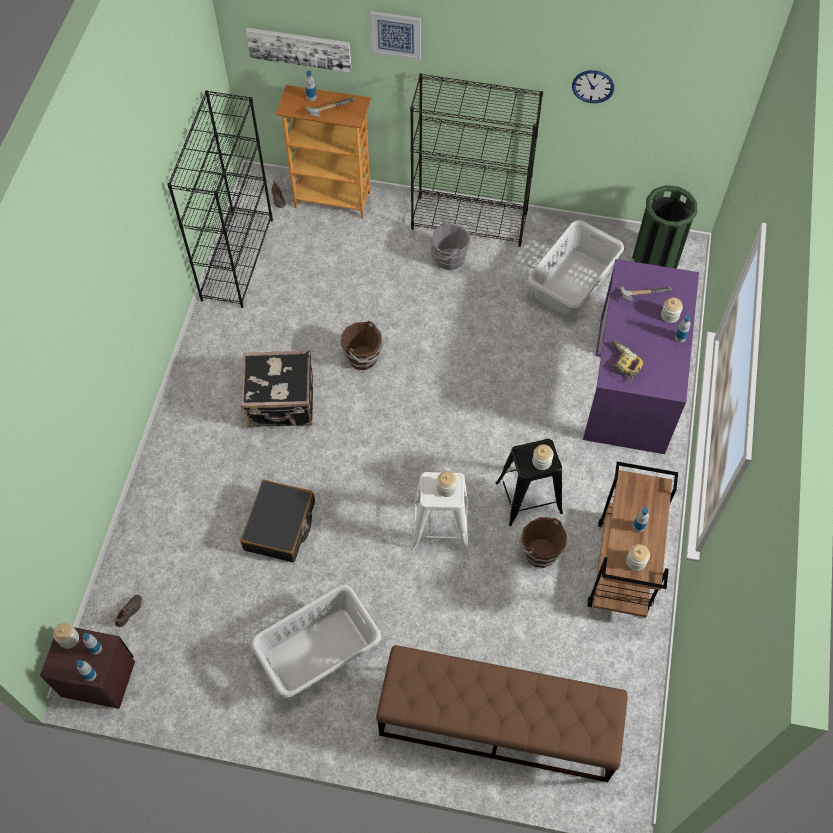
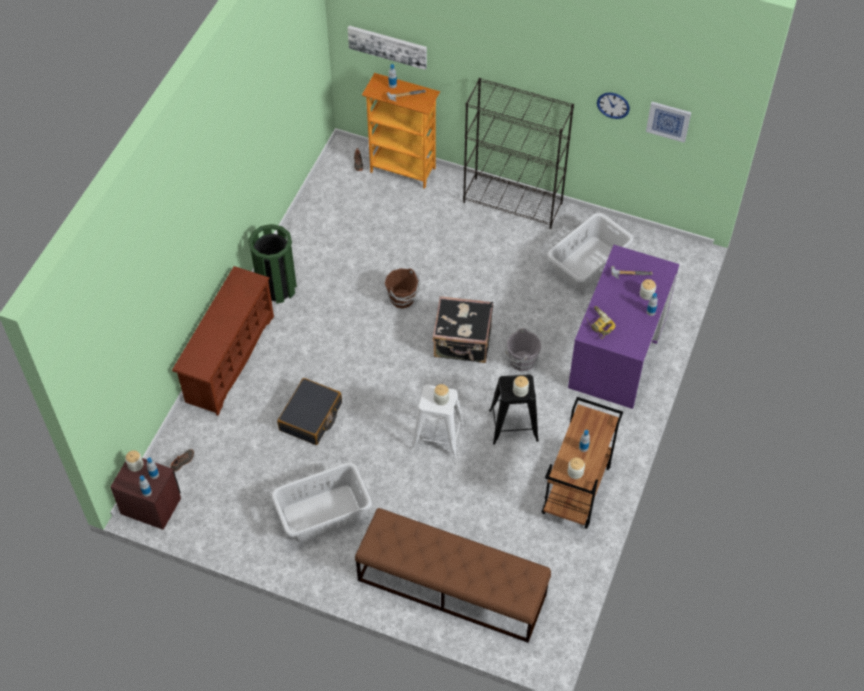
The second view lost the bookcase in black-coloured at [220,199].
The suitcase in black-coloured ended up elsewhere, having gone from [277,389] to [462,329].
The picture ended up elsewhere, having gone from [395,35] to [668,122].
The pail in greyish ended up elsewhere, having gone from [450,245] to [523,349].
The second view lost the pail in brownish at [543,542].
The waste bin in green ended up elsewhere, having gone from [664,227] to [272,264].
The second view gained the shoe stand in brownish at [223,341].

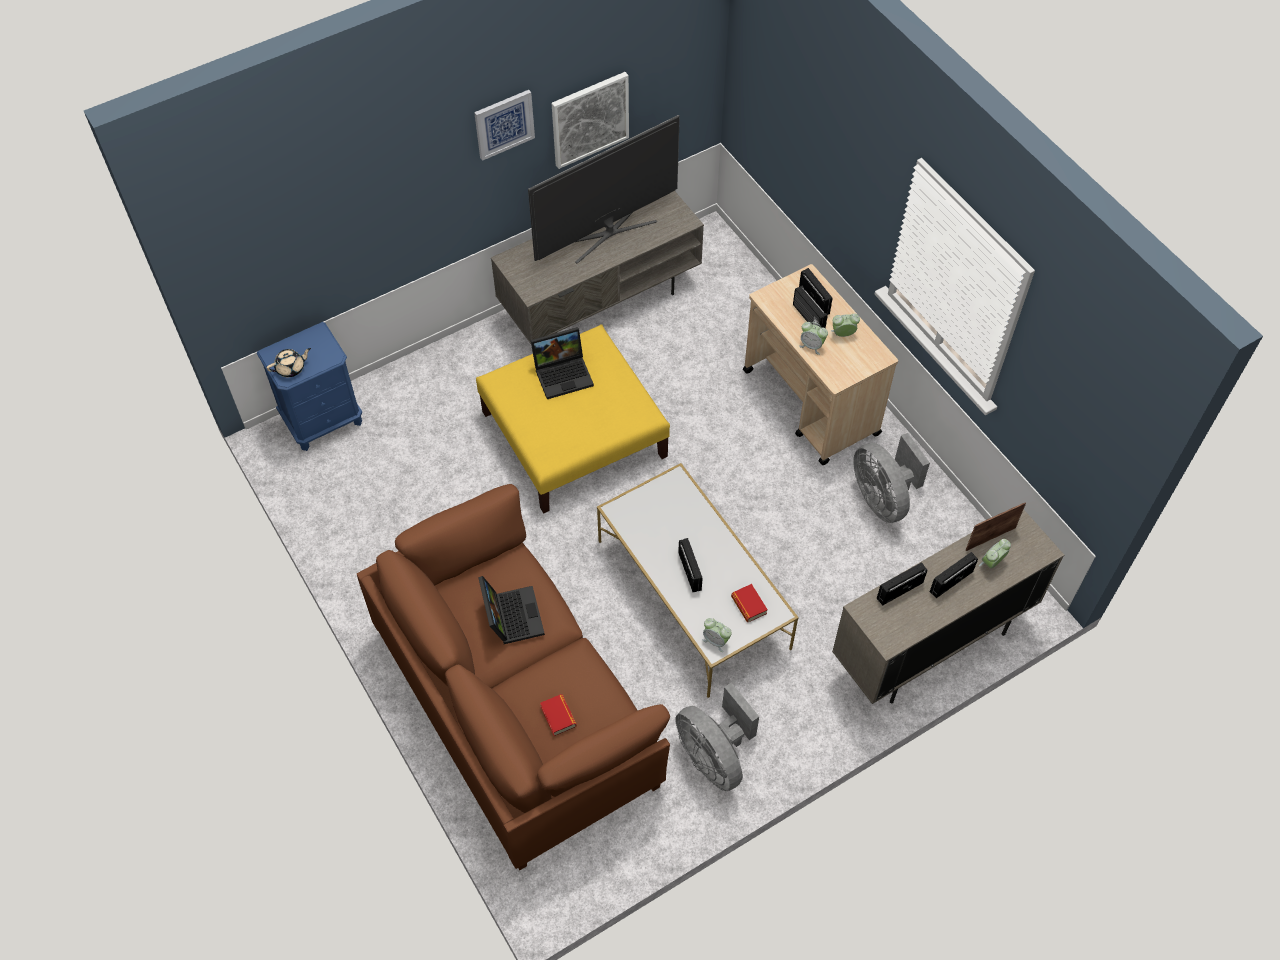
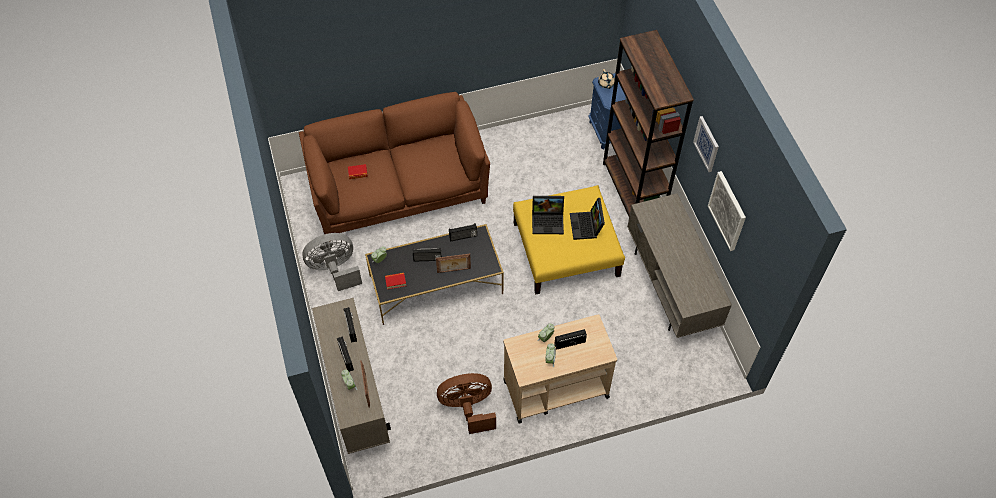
The laptop ended up elsewhere, having gone from [511,610] to [548,215].
The second view lost the TV at [604,189].
What was the coffee table in whitish at [698,580] turned into the coffee table in black-coloured at [434,274].
The radio ended up elsewhere, having gone from [815,291] to [463,232].
What was the cooling fan in greyish at [891,478] turned into the cooling fan in brownish at [466,403].
The second view gained the standing frame at [453,263].
The second view gained the bookcase in brownish at [648,123].

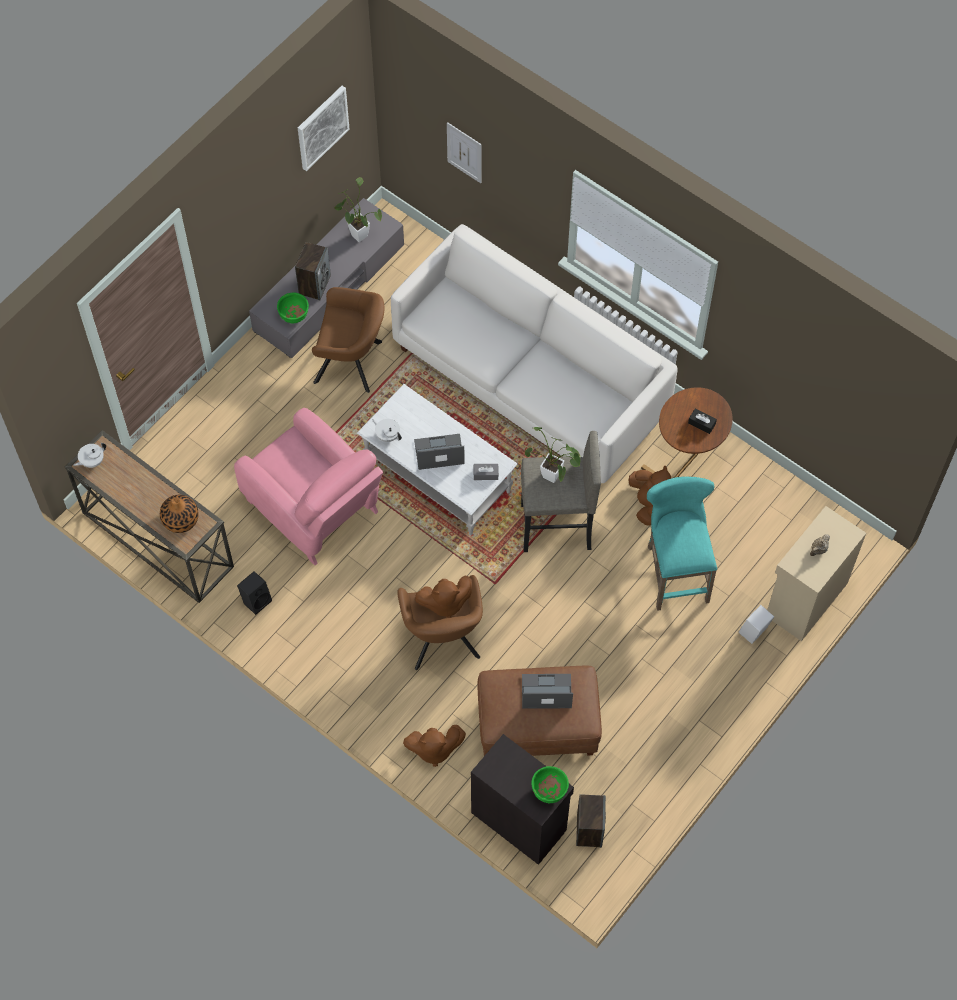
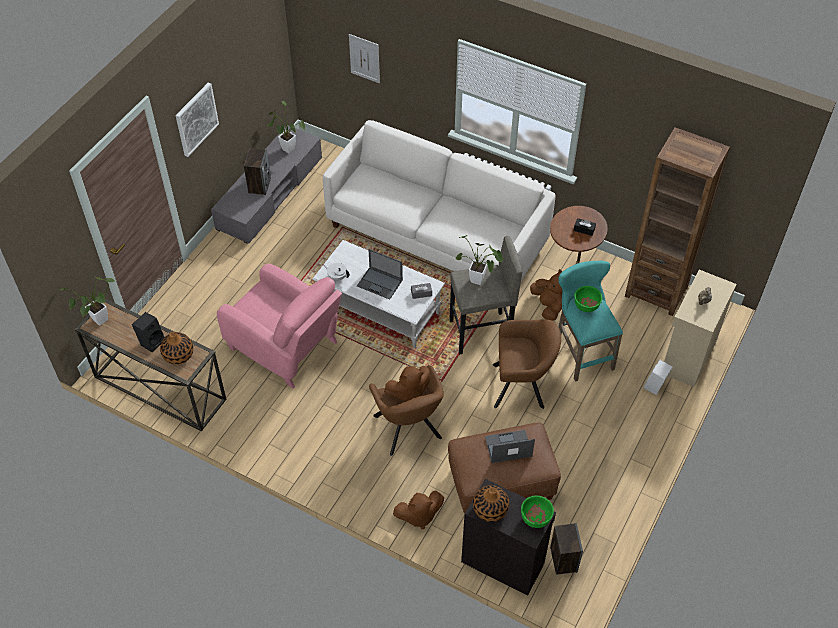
Where the tea pot in whitish stood at [89,455], the plant in a pot came to stand at [86,301].
The speaker in black-coloured ended up elsewhere, having gone from [254,593] to [148,332].
The bowl in green ended up elsewhere, having gone from [293,308] to [588,299].
The picture ended up elsewhere, having gone from [324,128] to [197,119].
The easy chair in brownish ended up elsewhere, having gone from [348,340] to [527,364].
The laptop at [439,452] ended up facing another way, 135 degrees counterclockwise from before.
The second view gained the flower vase at [491,503].
The second view gained the bookcase in brownish at [677,222].

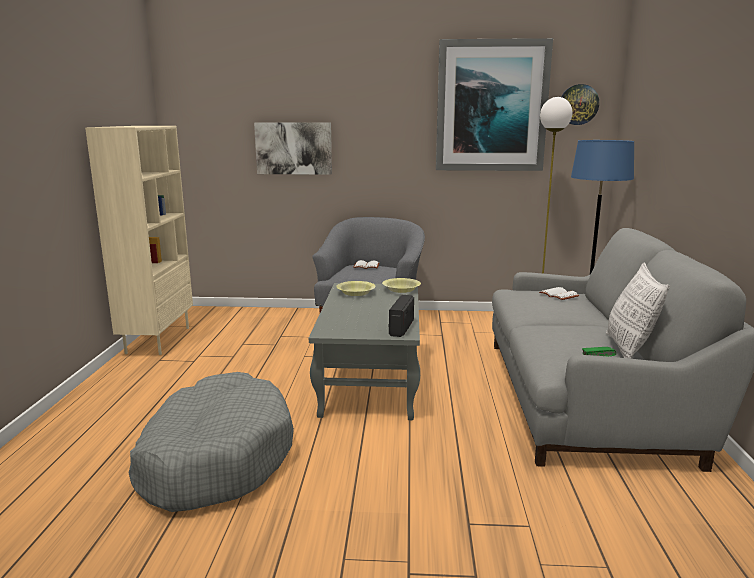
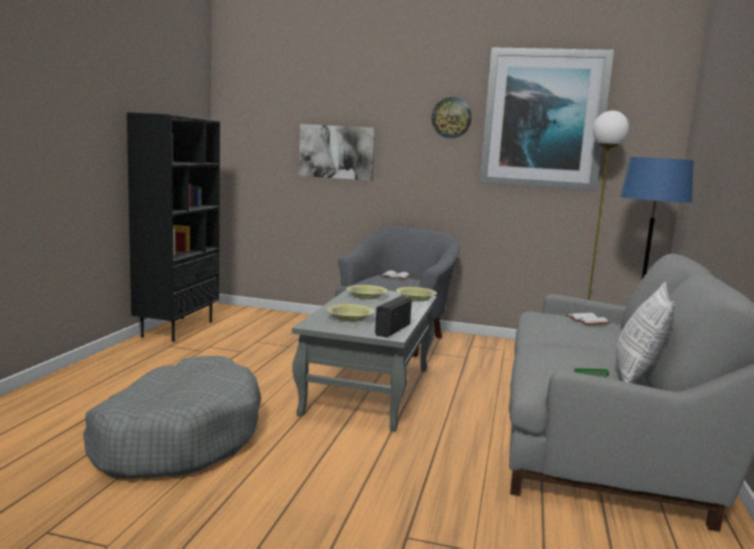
What was the bookcase in sand-coloured at [139,240] turned into the bookcase in black-coloured at [173,227].
The hanging clock ended up elsewhere, having gone from [580,104] to [452,117].
The second view gained the bowl in yellowish at [350,313].

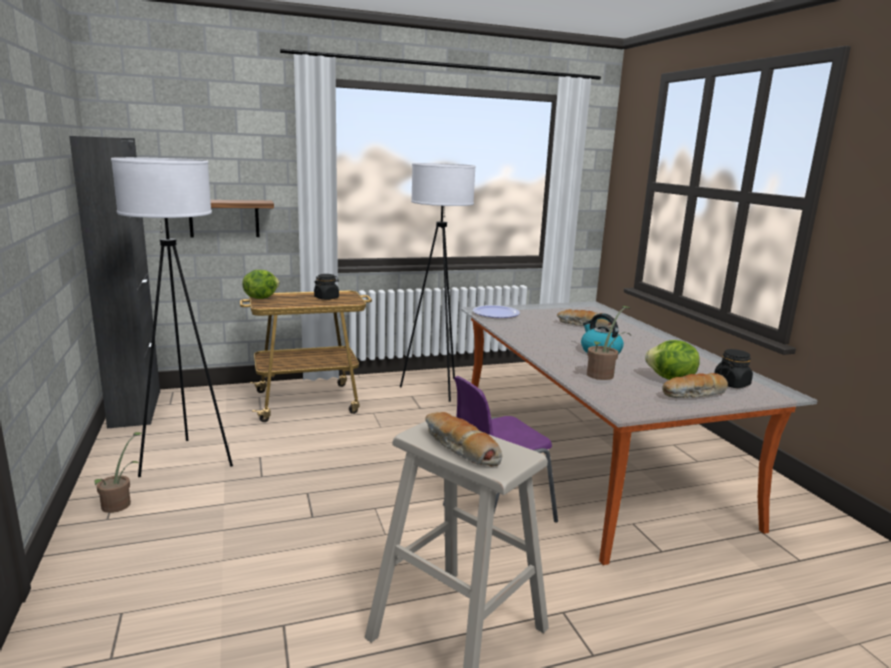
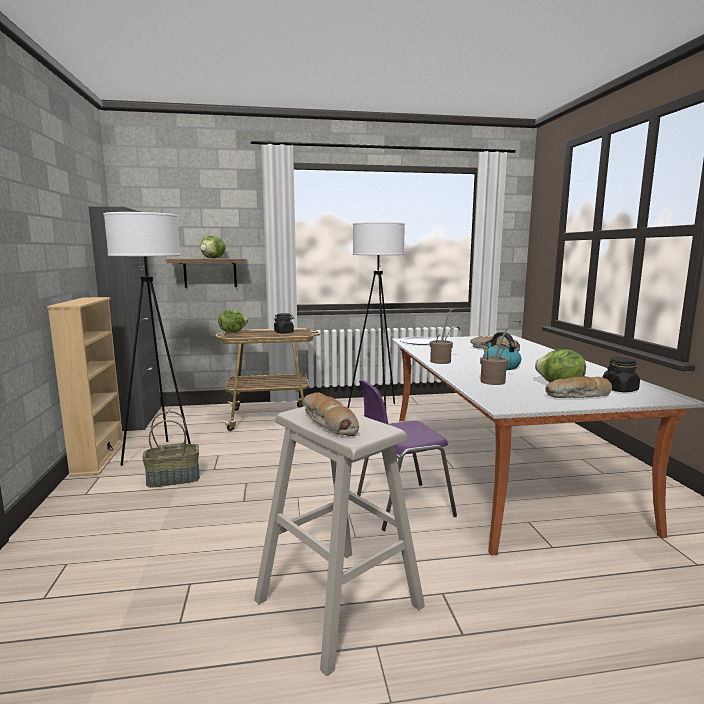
The plant in a pot ended up elsewhere, having gone from [119,472] to [445,336].
The second view gained the bookcase in sand-coloured at [85,387].
The second view gained the storage basket at [171,449].
The second view gained the lettuce at [213,247].

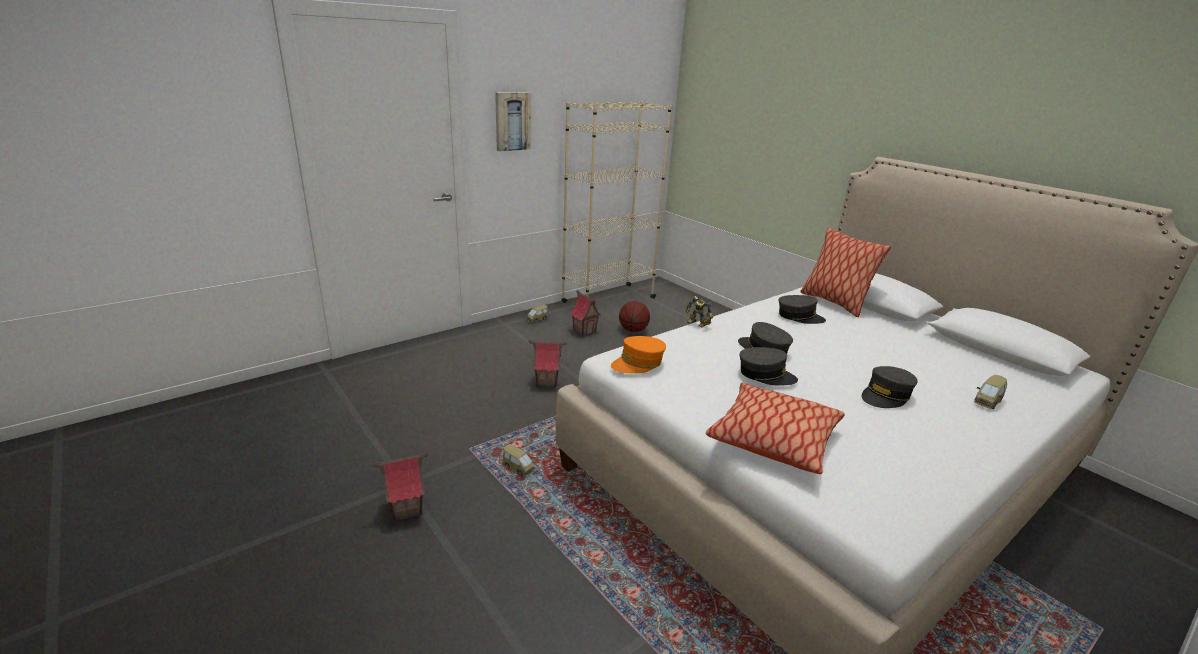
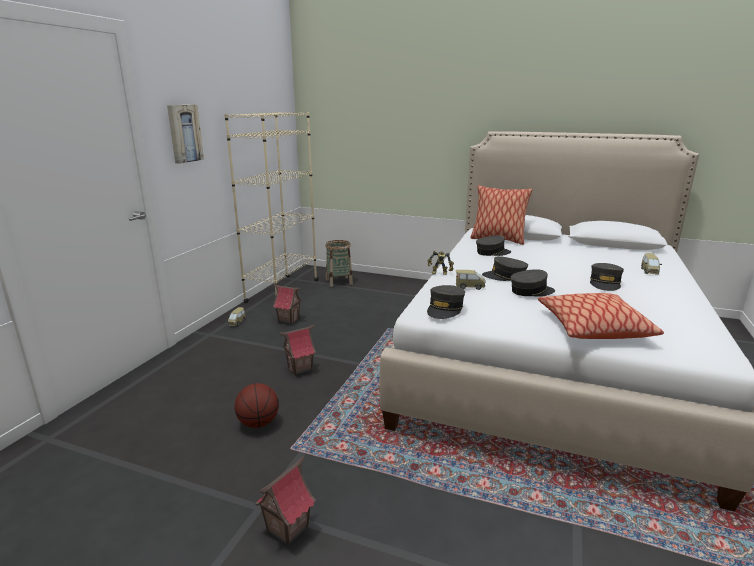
The model car ended up elsewhere, having gone from [518,460] to [470,280].
What was the peaked cap in orange-coloured at [638,354] turned into the peaked cap in greyish at [446,302].
The basketball ended up elsewhere, having gone from [634,316] to [256,405].
The second view gained the storage basket at [339,263].

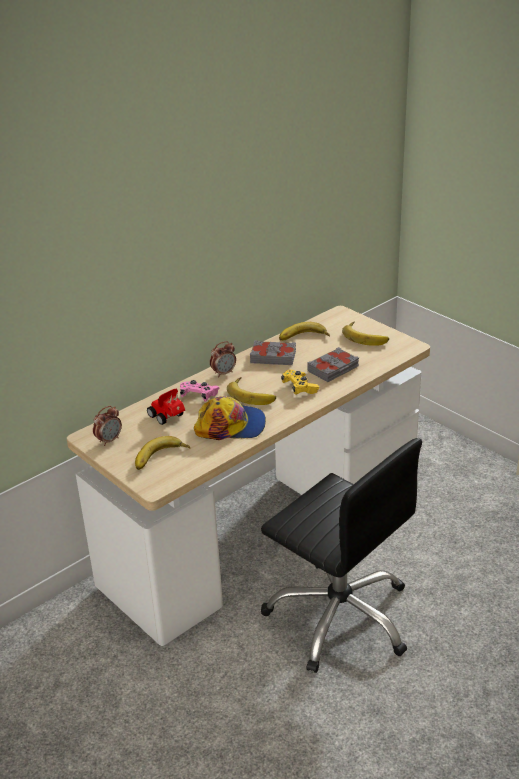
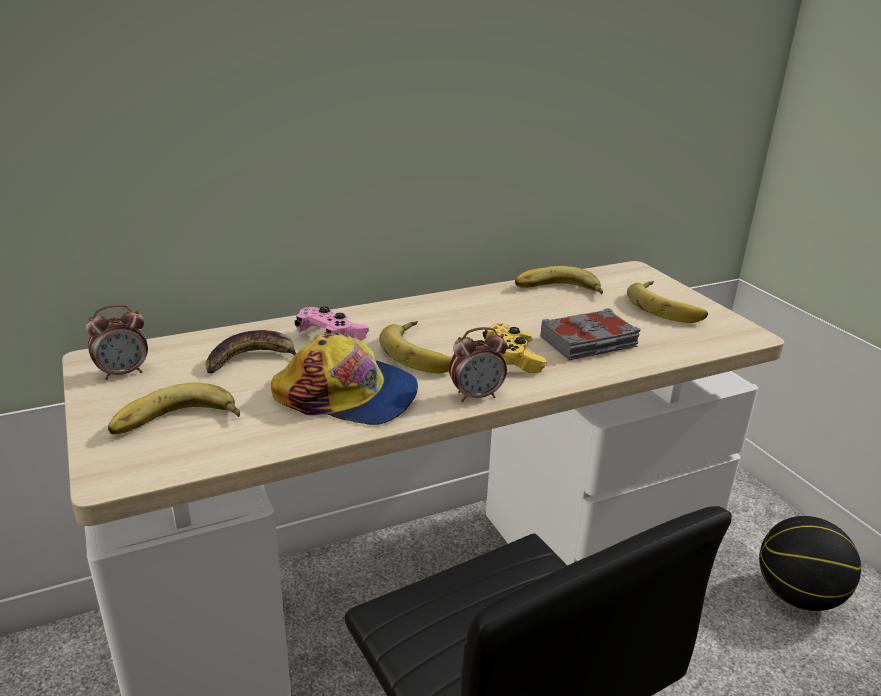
Where the model car stood at [166,407], the banana fruit came to stand at [251,352].
The alarm clock ended up elsewhere, having gone from [223,359] to [478,364].
The second view lost the volume in greyish at [273,352].
The second view gained the basketball at [810,563].

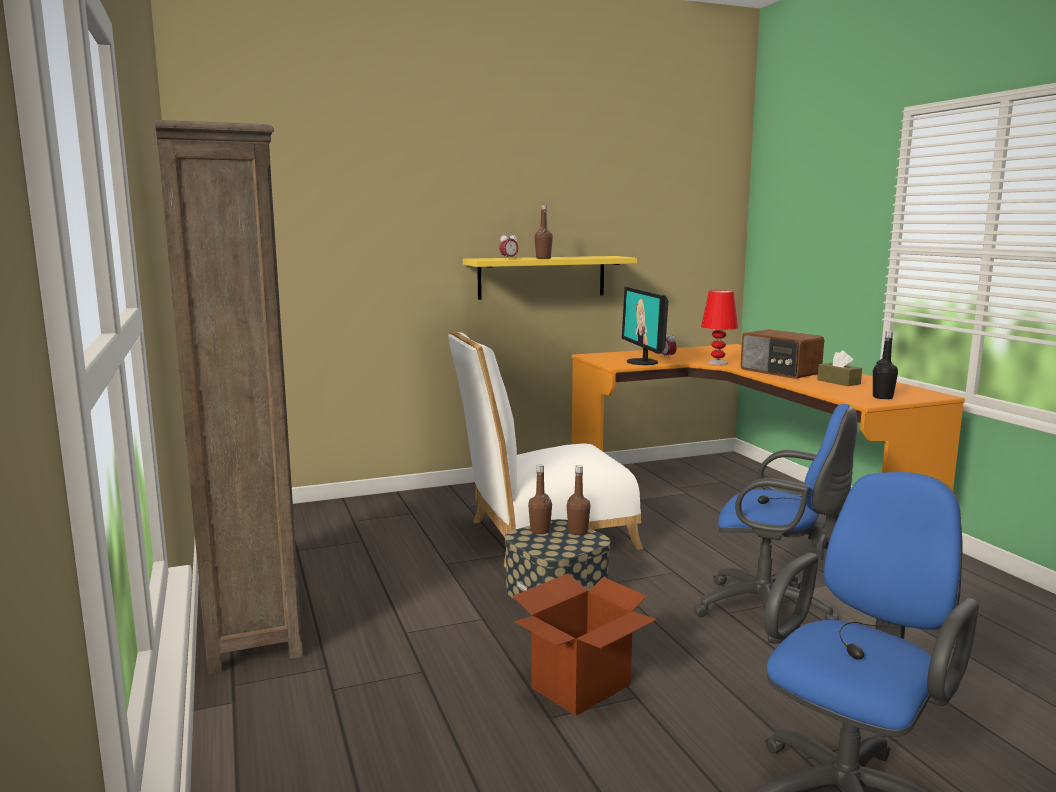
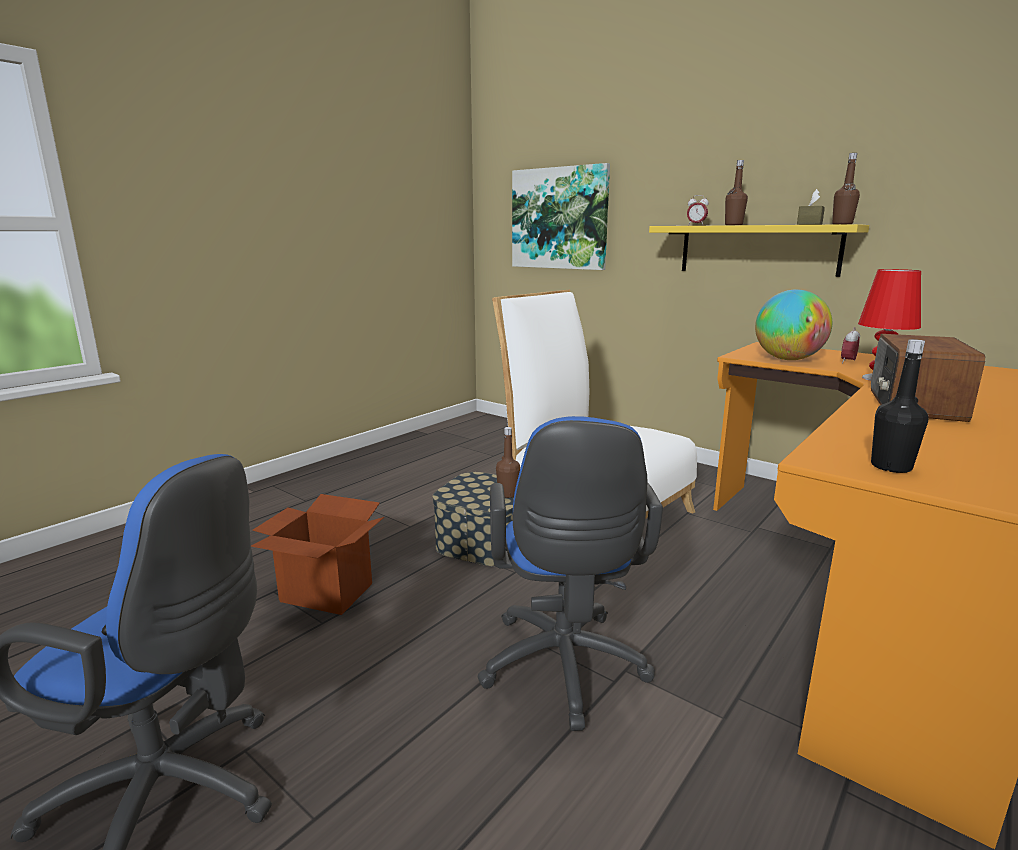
The second view lost the bookcase in brownish at [229,397].
The drink bottle in brownish ended up elsewhere, having gone from [540,499] to [846,188].
Where the computer display stood at [645,326], the world globe came to stand at [793,324].
The tissue holder in brownish ended up elsewhere, having gone from [839,368] to [811,207].
The second view gained the picture at [561,216].

